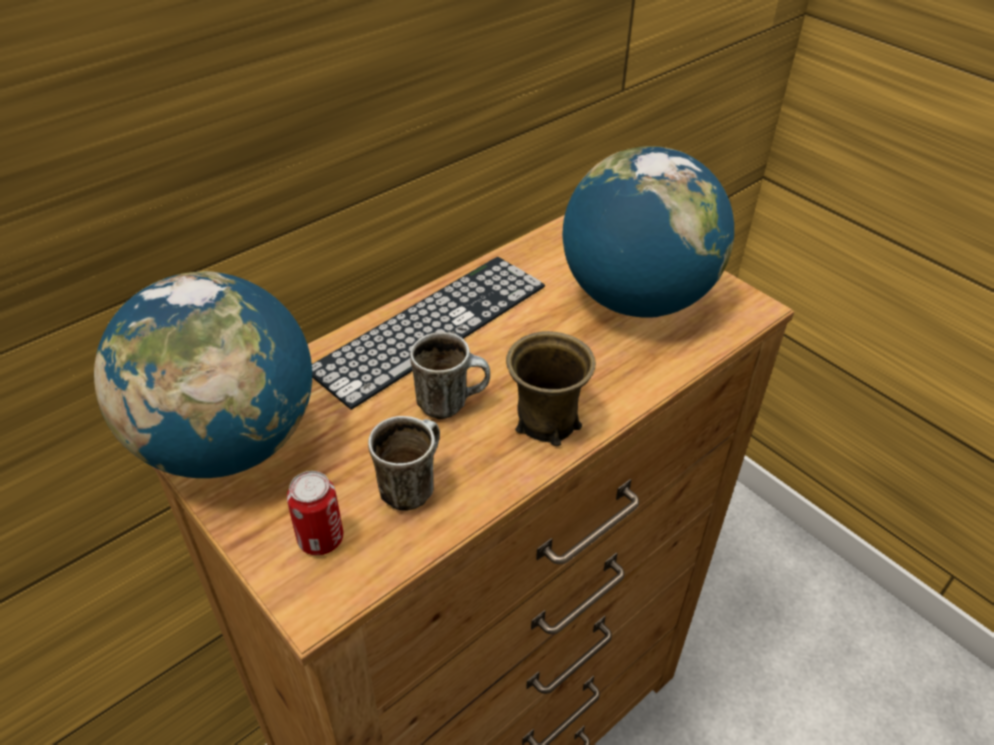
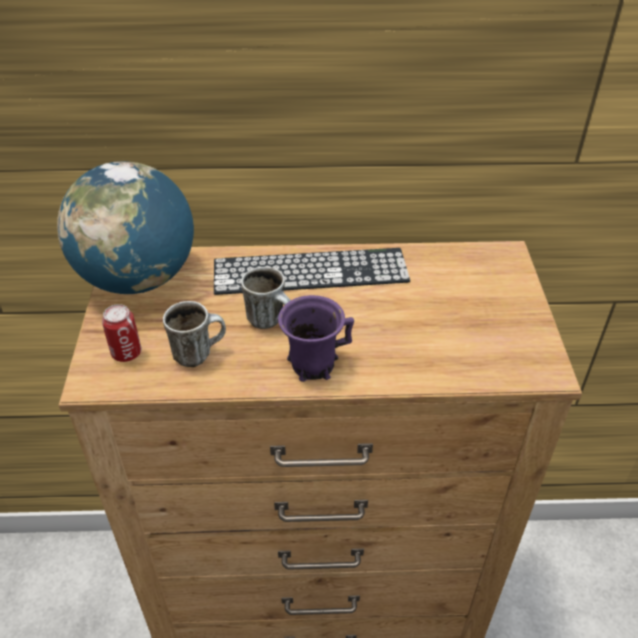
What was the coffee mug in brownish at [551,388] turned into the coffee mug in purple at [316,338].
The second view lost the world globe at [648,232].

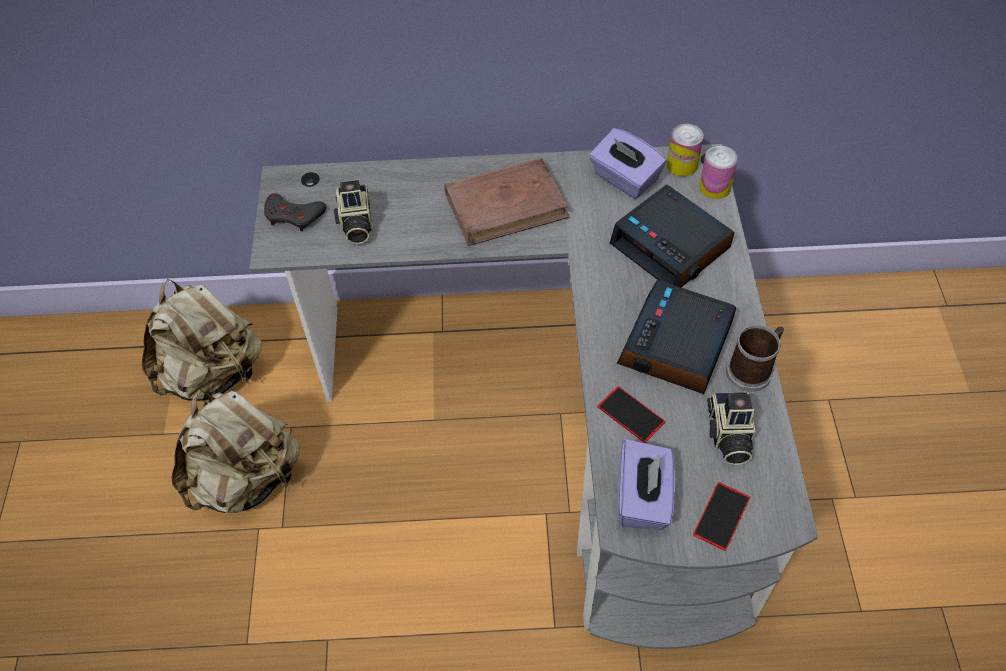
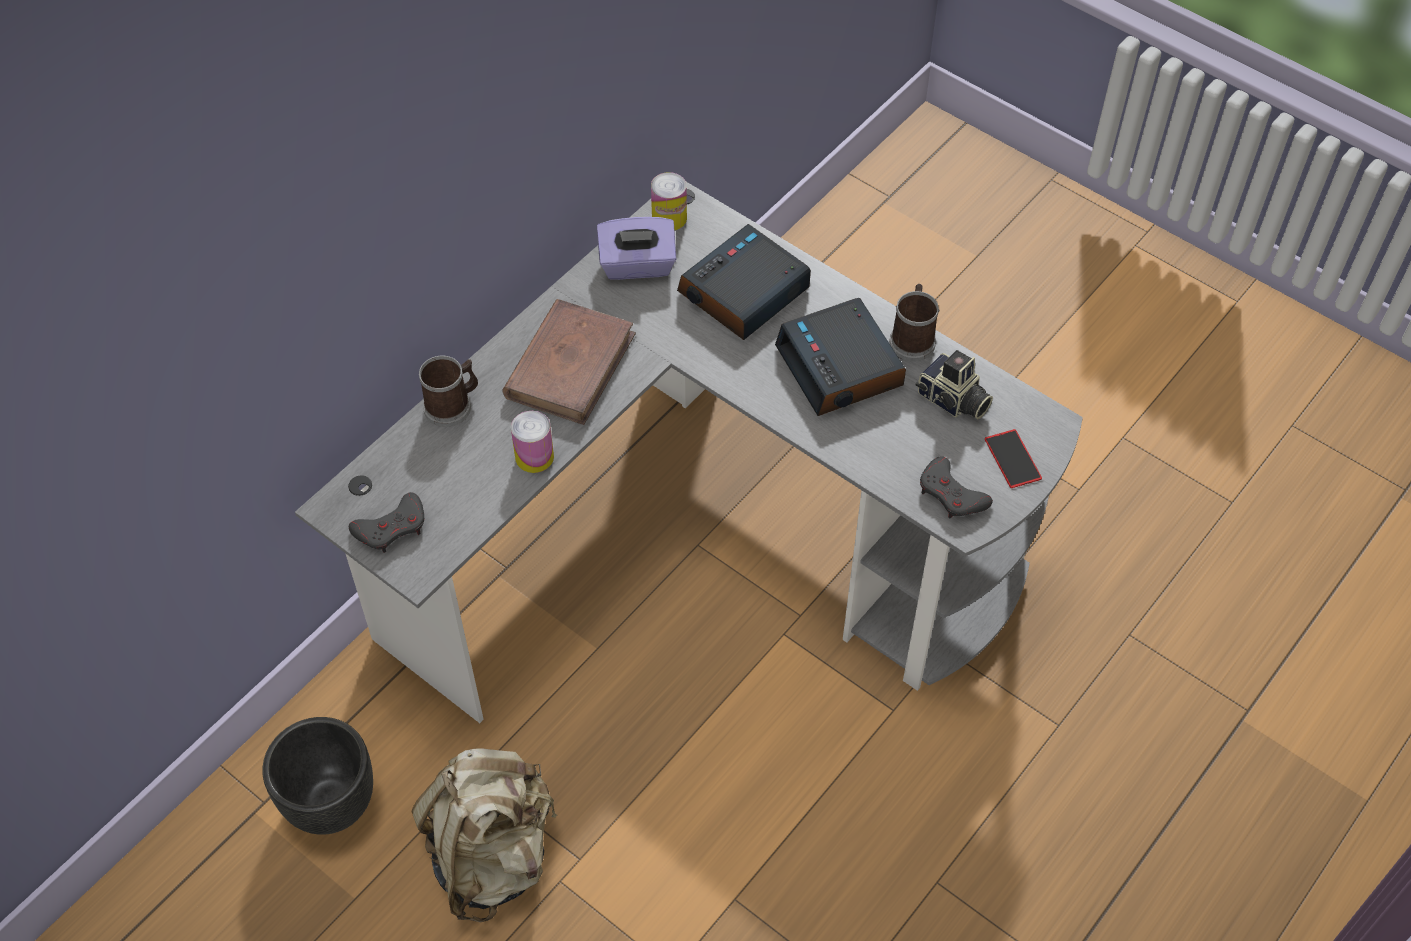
Where the rucksack in sand-coloured stood at [202,340], the planter in black-coloured came to stand at [317,776].
The second view lost the still camera at [353,212].
The second view lost the phone at [631,414].
The alarm clock at [672,236] ended up facing another way, 135 degrees clockwise from before.
Where the tissue holder in purple stood at [646,484], the gamepad in greyish came to stand at [956,487].
The sealed can ended up elsewhere, having gone from [718,172] to [532,442].
The second view gained the coffee mug at [448,391].

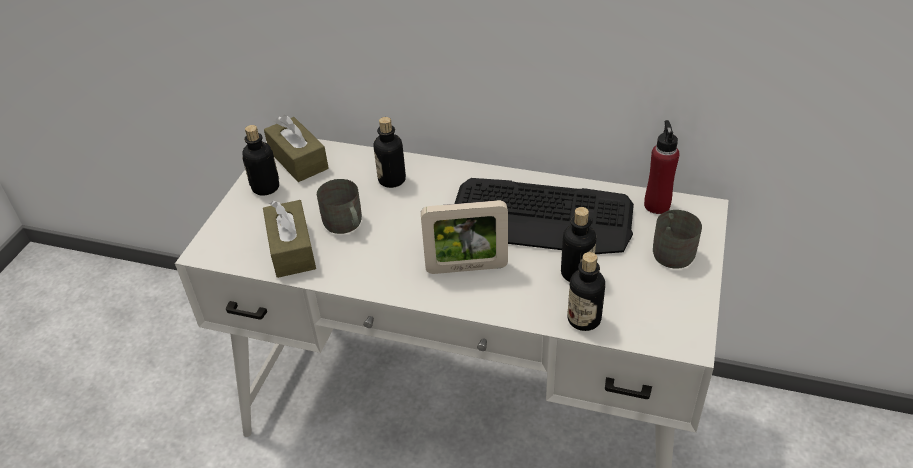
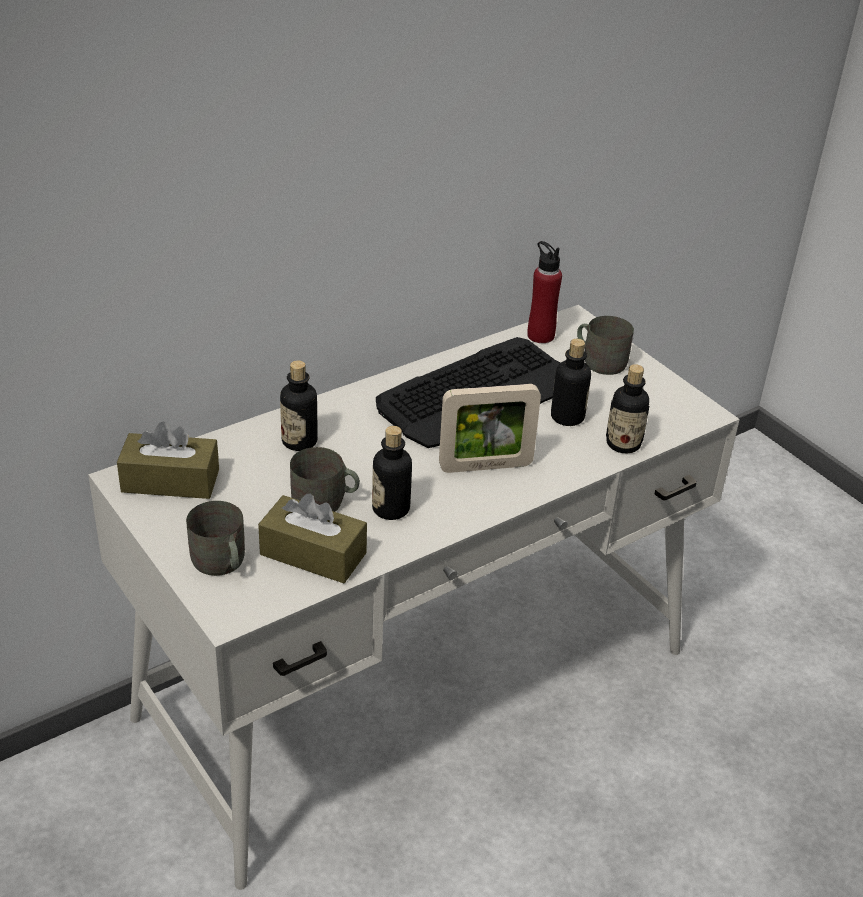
The drink bottle ended up elsewhere, having gone from [260,160] to [392,473].
The standing frame at [464,237] ended up facing another way, 45 degrees clockwise from before.
The second view gained the coffee mug in greyish at [215,538].

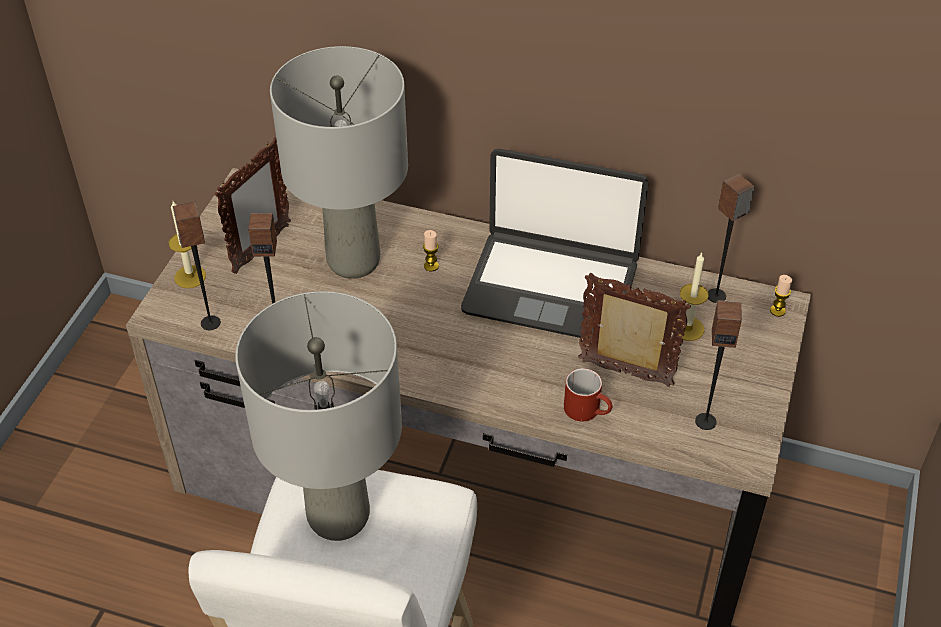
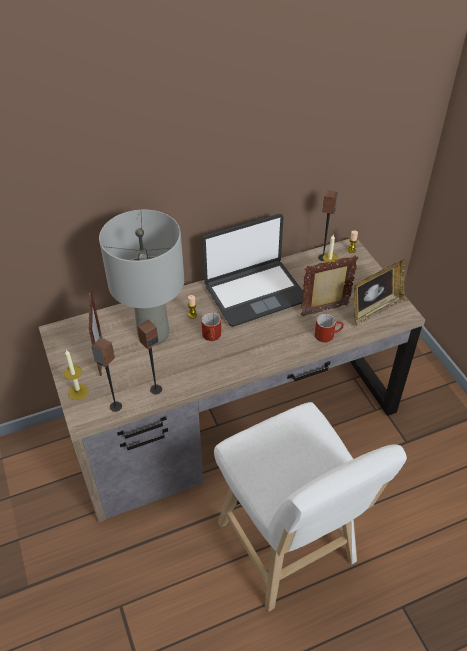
The second view lost the tabletop lamp in greyish at [318,416].
Where the speaker stood at [718,365], the standing frame came to stand at [380,292].
The second view gained the coffee mug in reddish at [211,326].

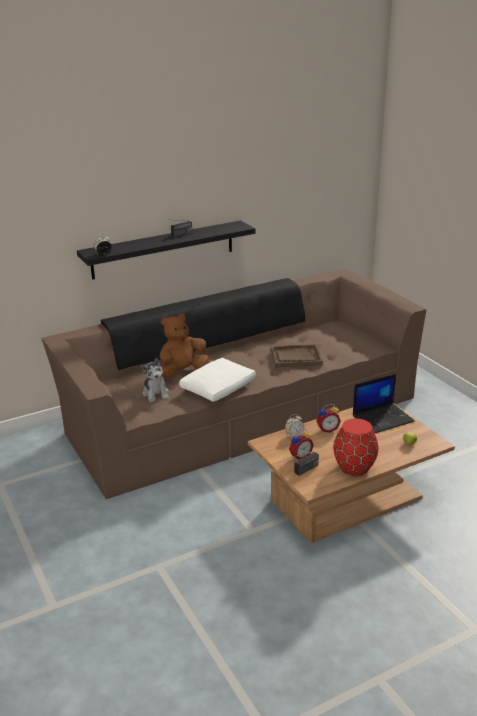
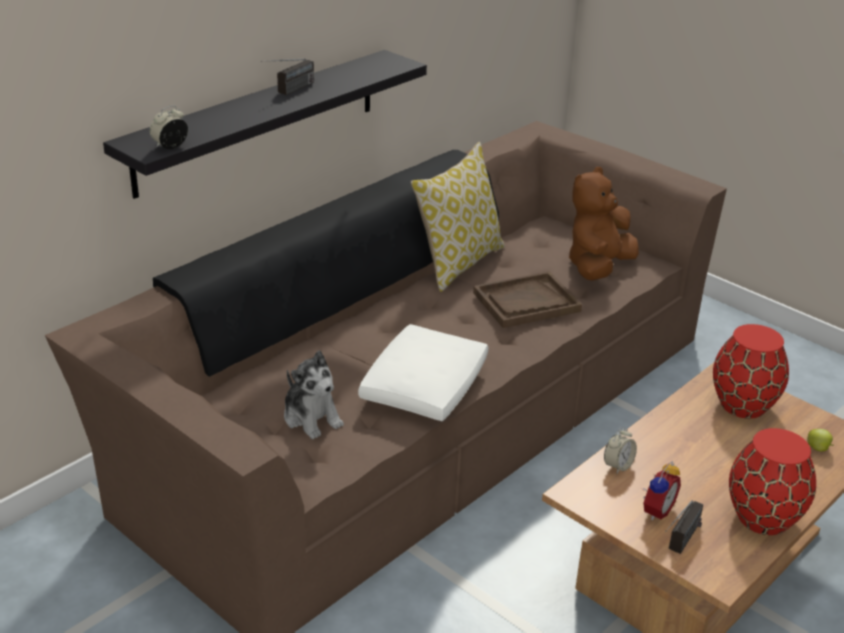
The soft toy in brownish ended up elsewhere, having gone from [184,346] to [604,224].
The second view lost the alarm clock at [328,418].
Where the laptop stood at [384,403], the flower vase in reddish came to stand at [751,371].
The second view gained the pillow at [458,217].

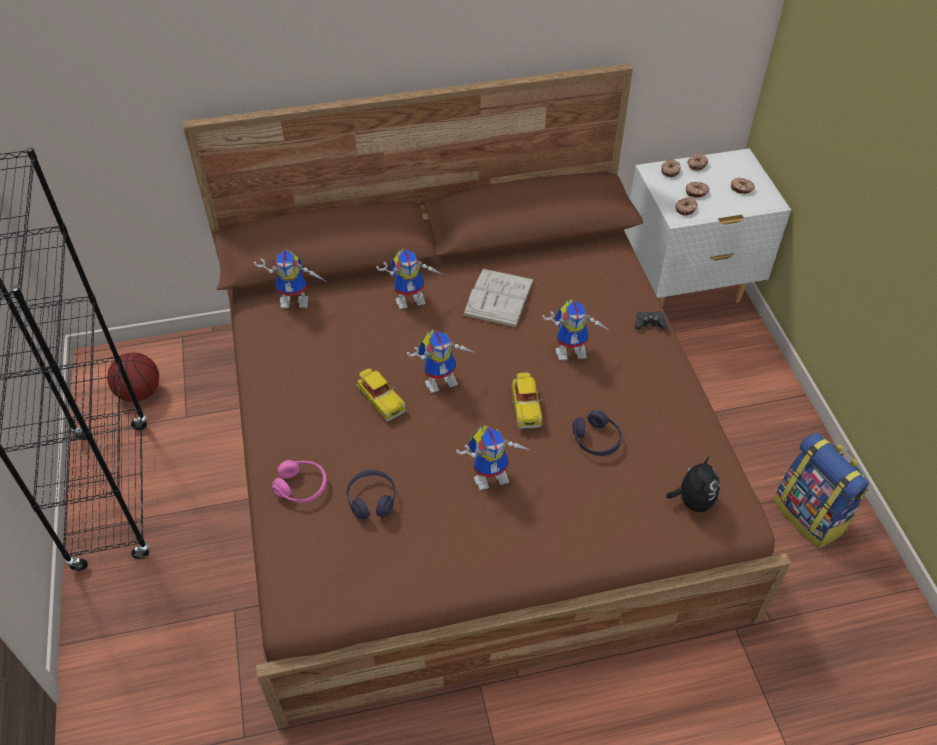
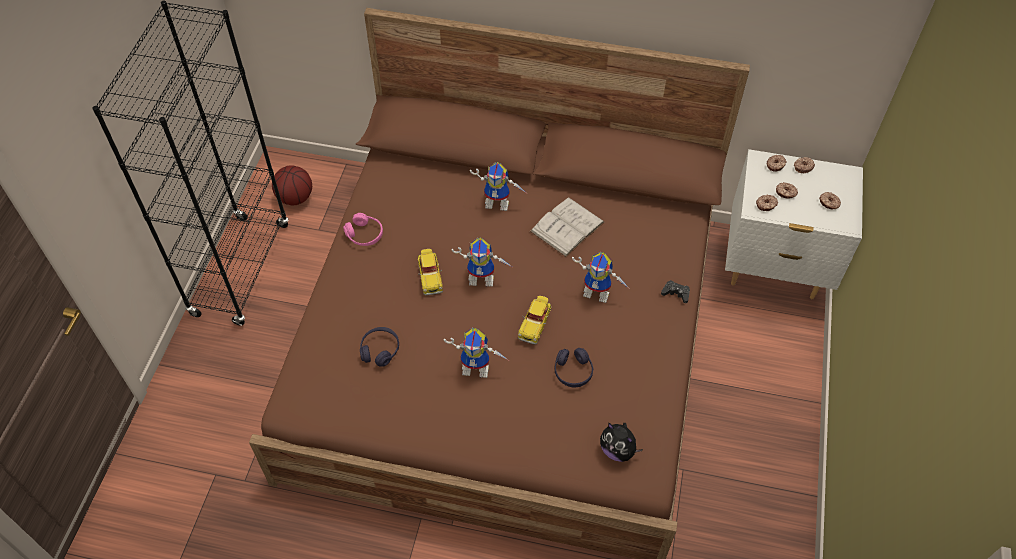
The second view lost the robot figure at [290,278].
The headphones in pink-coloured ended up elsewhere, having gone from [299,481] to [363,229].
The soft toy at [693,484] ended up facing another way, 90 degrees clockwise from before.
The second view lost the rucksack at [821,490].

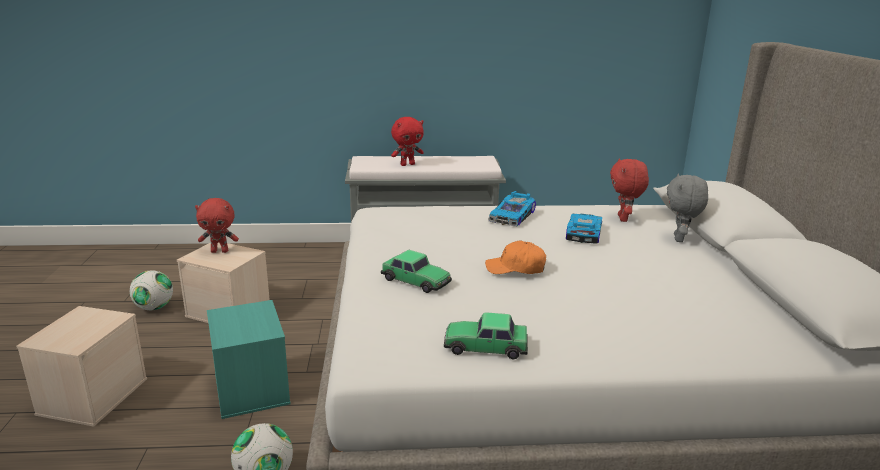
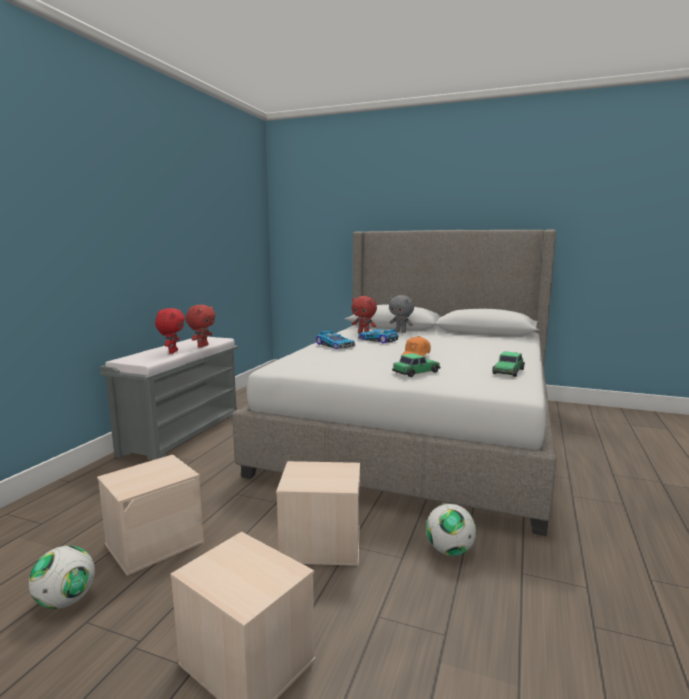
The soft toy in reddish ended up elsewhere, having gone from [217,225] to [200,326].
What was the storage bin in blue-green at [249,359] turned into the storage bin in sand-coloured at [318,513].

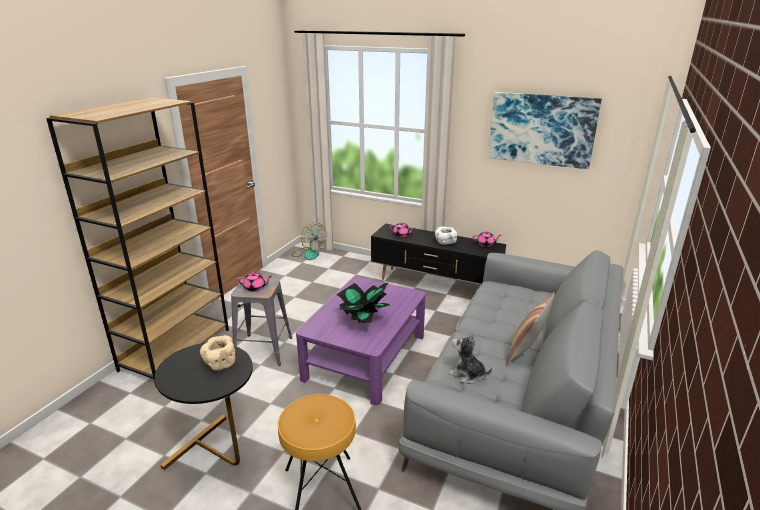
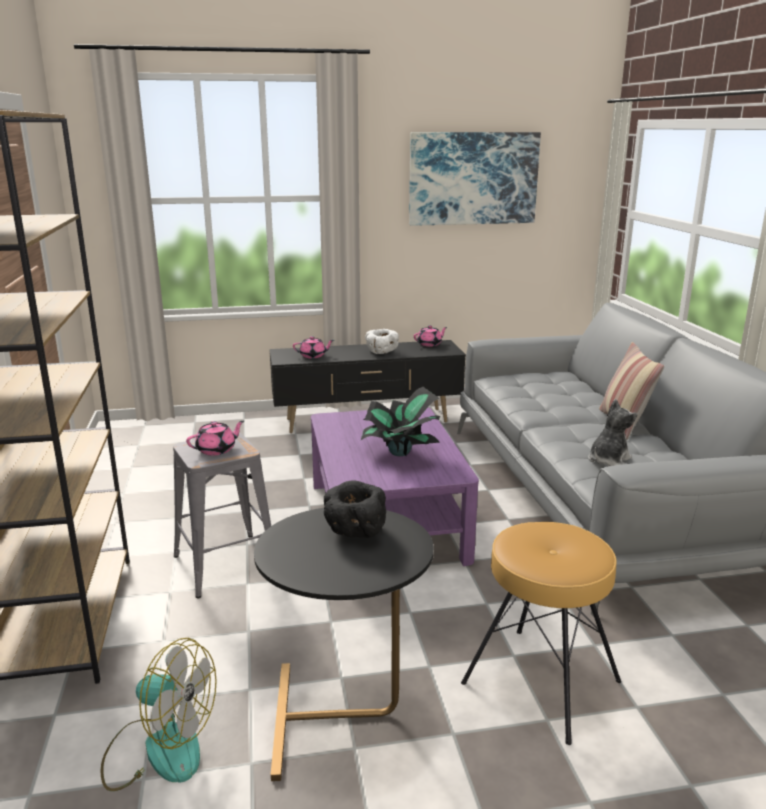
What was the bowl in sand-coloured at [218,353] turned into the bowl in black-coloured at [355,509].
The cooling fan ended up elsewhere, having gone from [309,241] to [159,714].
The soft toy at [470,358] ended up facing another way, 135 degrees clockwise from before.

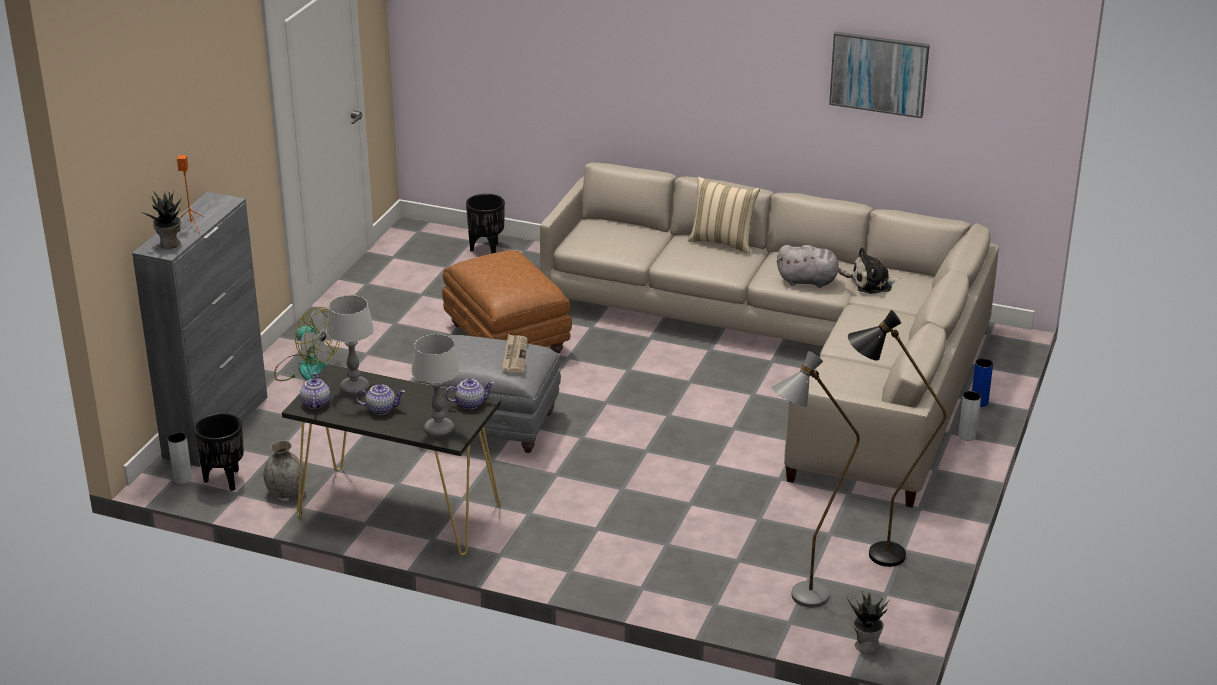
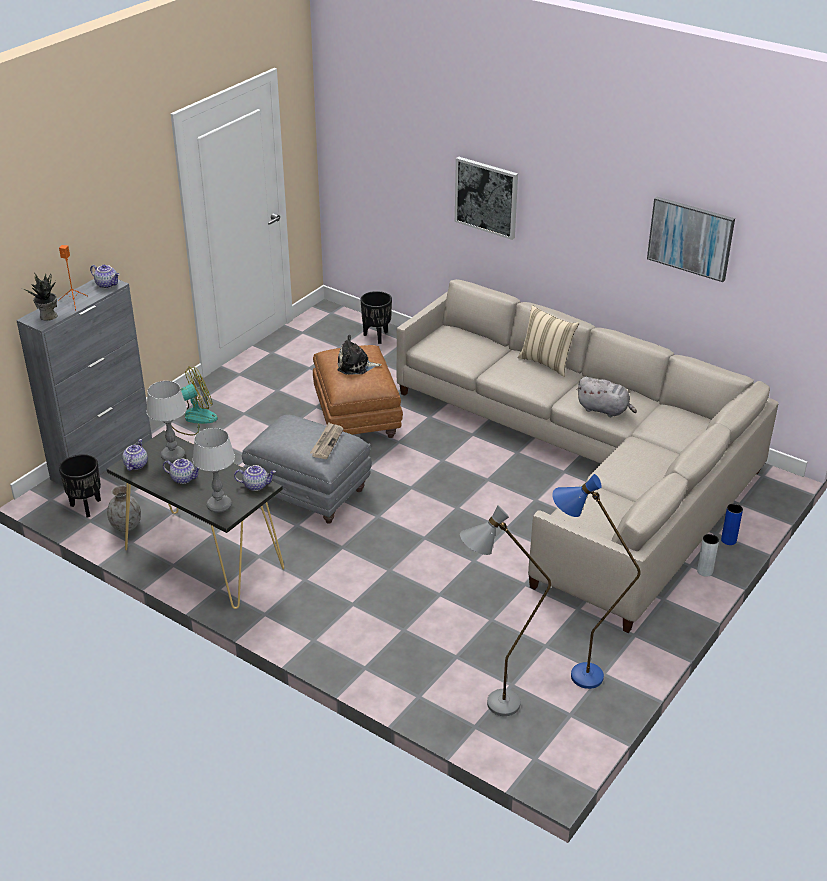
The second view lost the flower vase in greyish at [180,458].
The cooling fan at [307,344] ended up facing another way, 75 degrees counterclockwise from before.
What was the standing lamp in black-coloured at [897,438] turned into the standing lamp in bluish at [596,581].
The second view lost the plant in a pot at [869,622].
The soft toy ended up elsewhere, having gone from [875,270] to [360,354].
The second view gained the tea pot at [105,276].
The second view gained the picture at [486,198].

